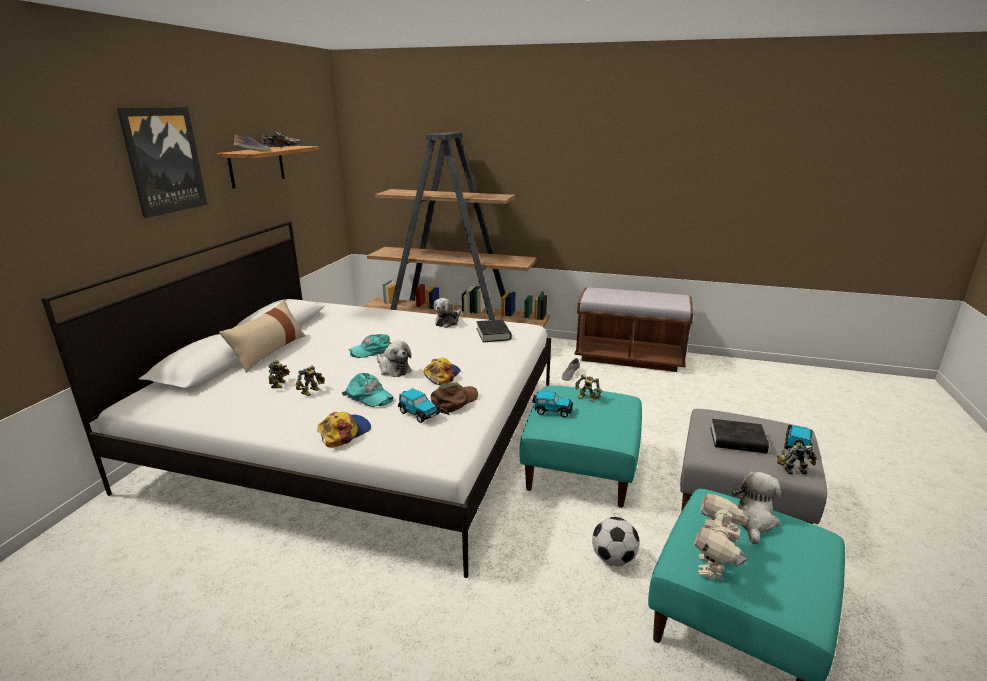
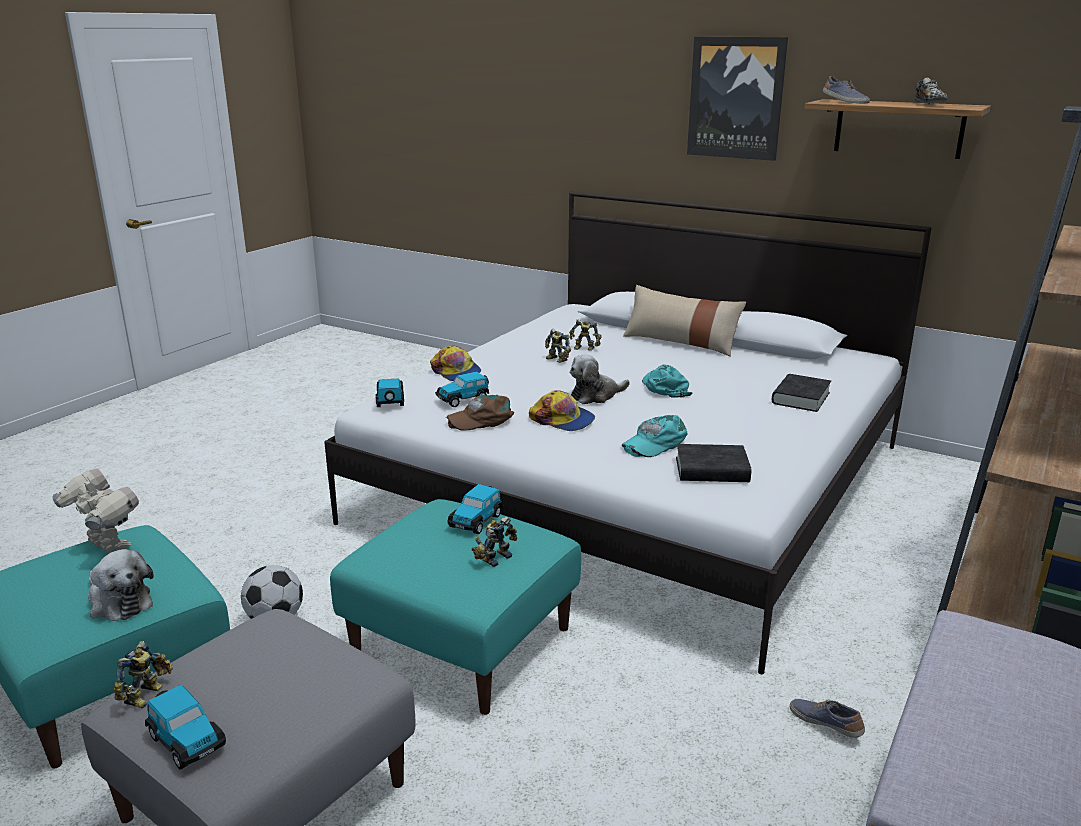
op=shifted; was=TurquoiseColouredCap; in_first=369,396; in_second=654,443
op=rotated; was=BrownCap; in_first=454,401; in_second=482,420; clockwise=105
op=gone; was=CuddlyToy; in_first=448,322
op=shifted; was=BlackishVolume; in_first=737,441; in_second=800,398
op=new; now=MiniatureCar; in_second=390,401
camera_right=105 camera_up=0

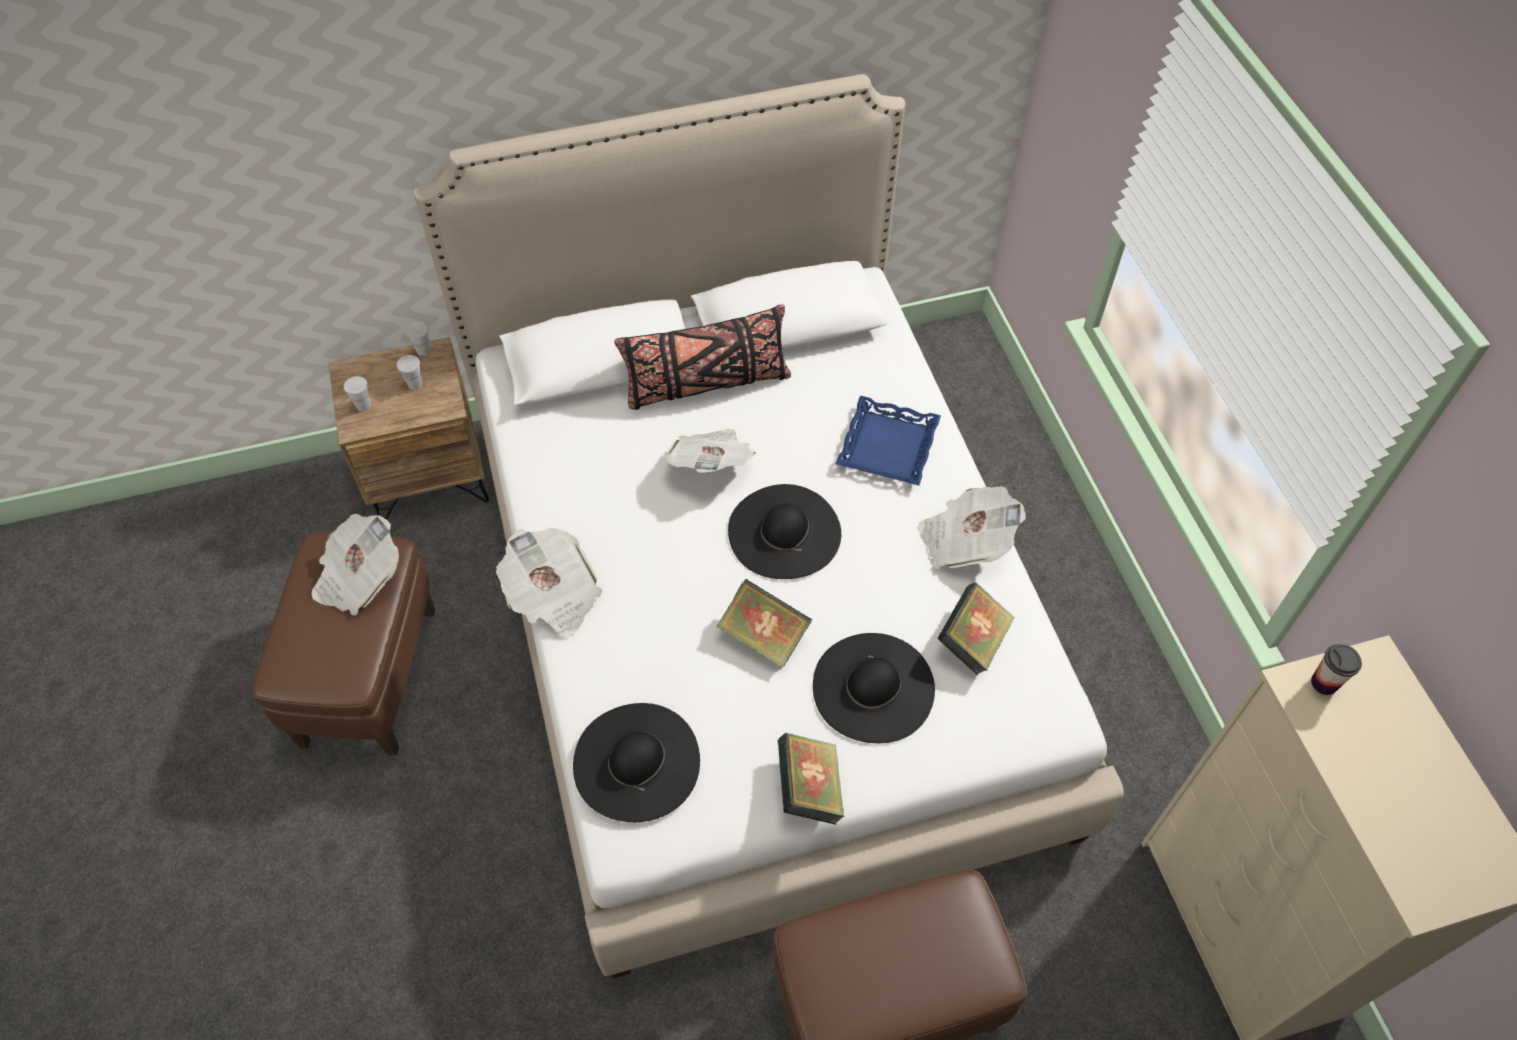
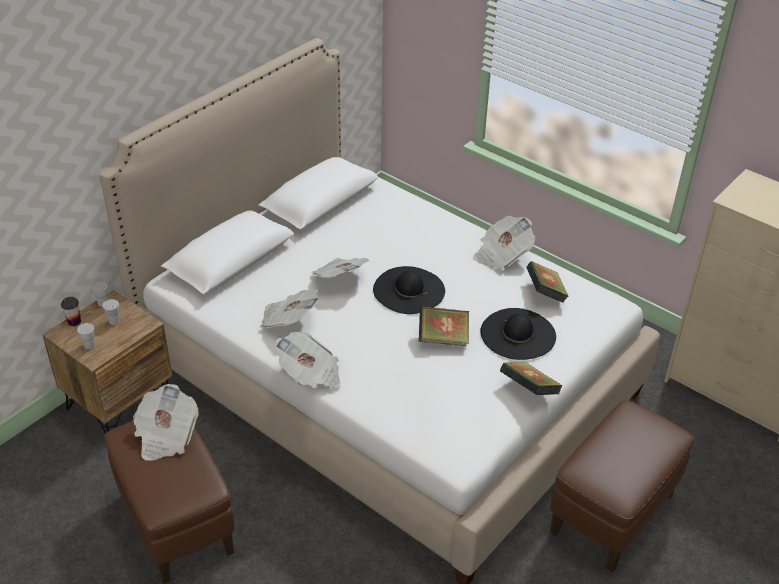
op=gone; was=BlackishClothingHat; in_first=636,761
op=gone; was=BlackishPillow; in_first=706,384
op=gone; was=BlueColouredCarryingTray; in_first=887,446
op=shifted; was=Cup; in_first=1324,683; in_second=74,321
op=new; now=DailyPaper; in_second=289,320
camera_right=-35 camera_up=-15

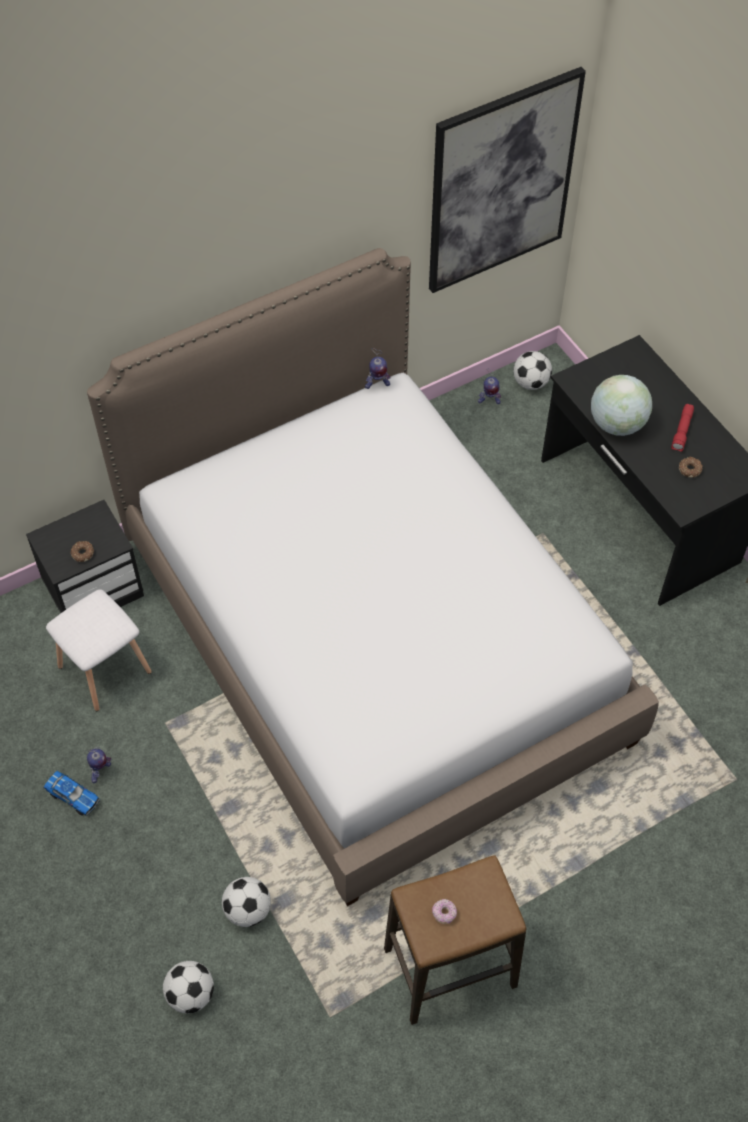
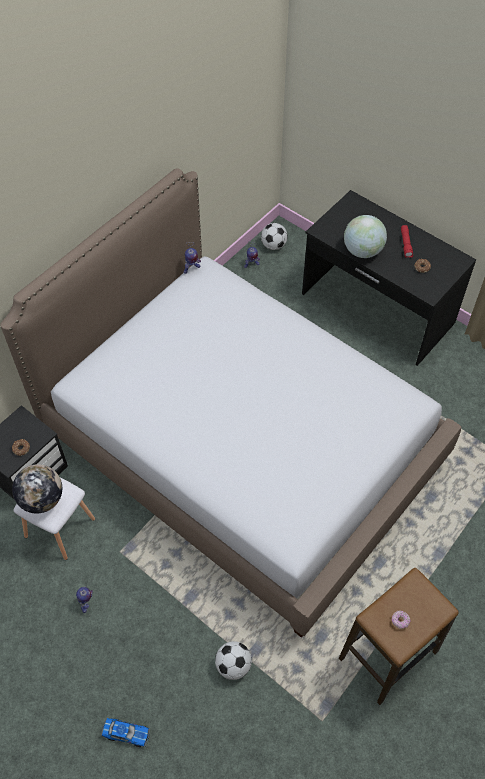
op=shifted; was=MiniatureCar; in_first=72,796; in_second=125,733
op=gone; was=Football; in_first=191,994
op=gone; was=WallArt; in_first=501,182
op=new; now=DeskGlobe; in_second=42,499
camera_right=-20 camera_up=0

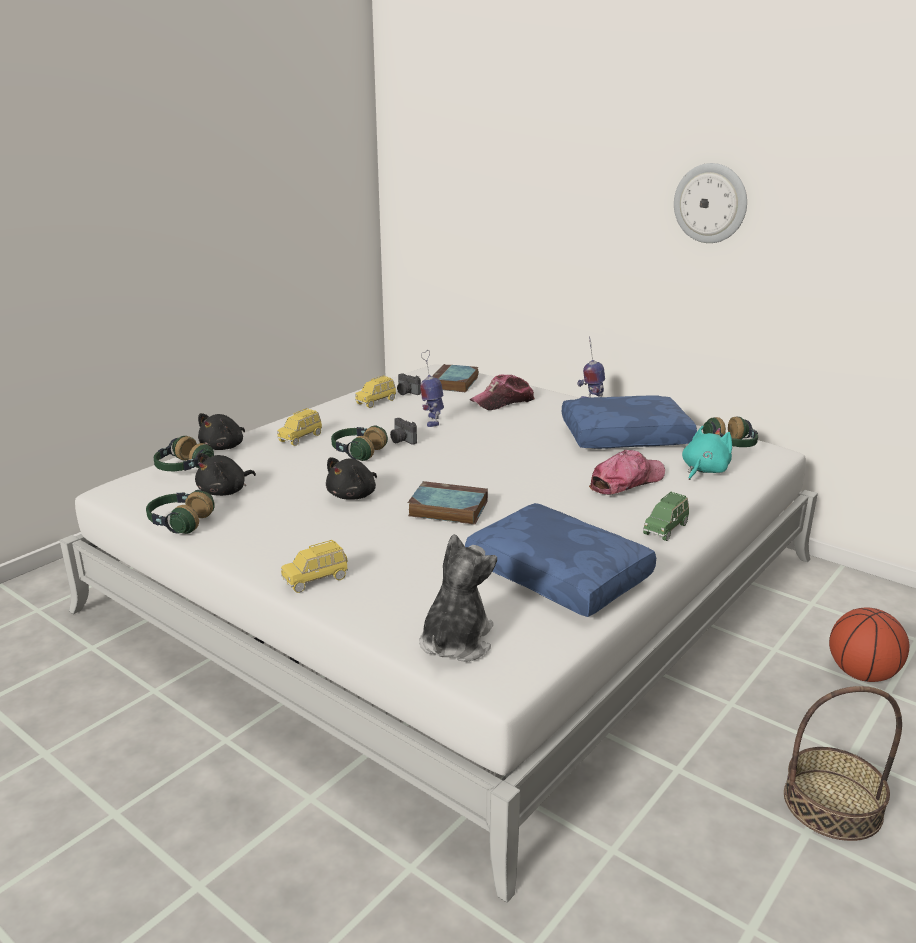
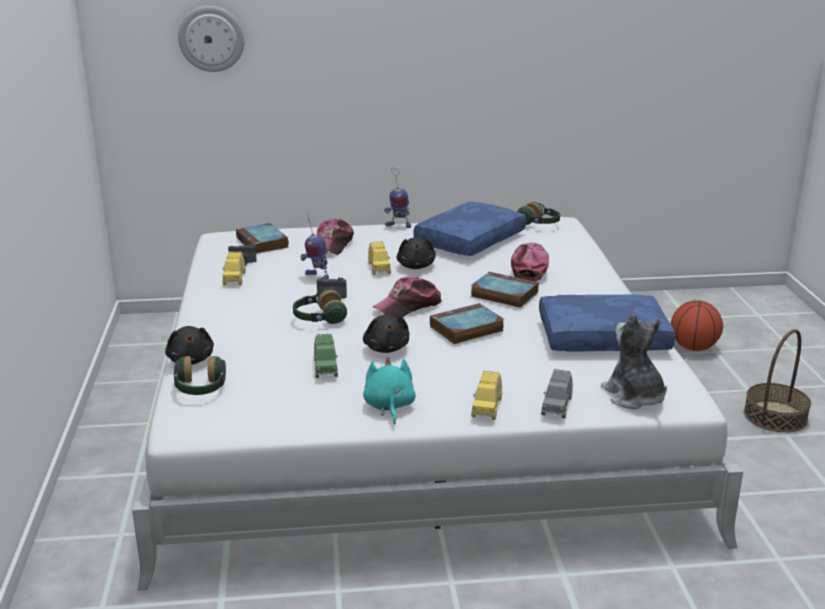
op=gone; was=PairOfHeadphones; in_first=179,523
op=shifted; was=BlackishCuddlyToy; in_first=225,492; in_second=416,266
op=shifted; was=YellowColouredMiniatureCar; in_first=301,438; in_second=379,268
op=shifted; was=GreenColouredMiniatureCar; in_first=665,529; in_second=325,367
op=shifted; was=WallClock; in_first=710,203; in_second=211,38
op=shifted; was=TurquoiseColouredCuddlyToy; in_first=703,470; in_second=389,406
op=new; now=Cap; in_second=408,306
op=new; now=Volume; in_second=502,294
op=new; now=GreyishMiniatureCar; in_second=556,406
camera_right=-45 camera_up=0

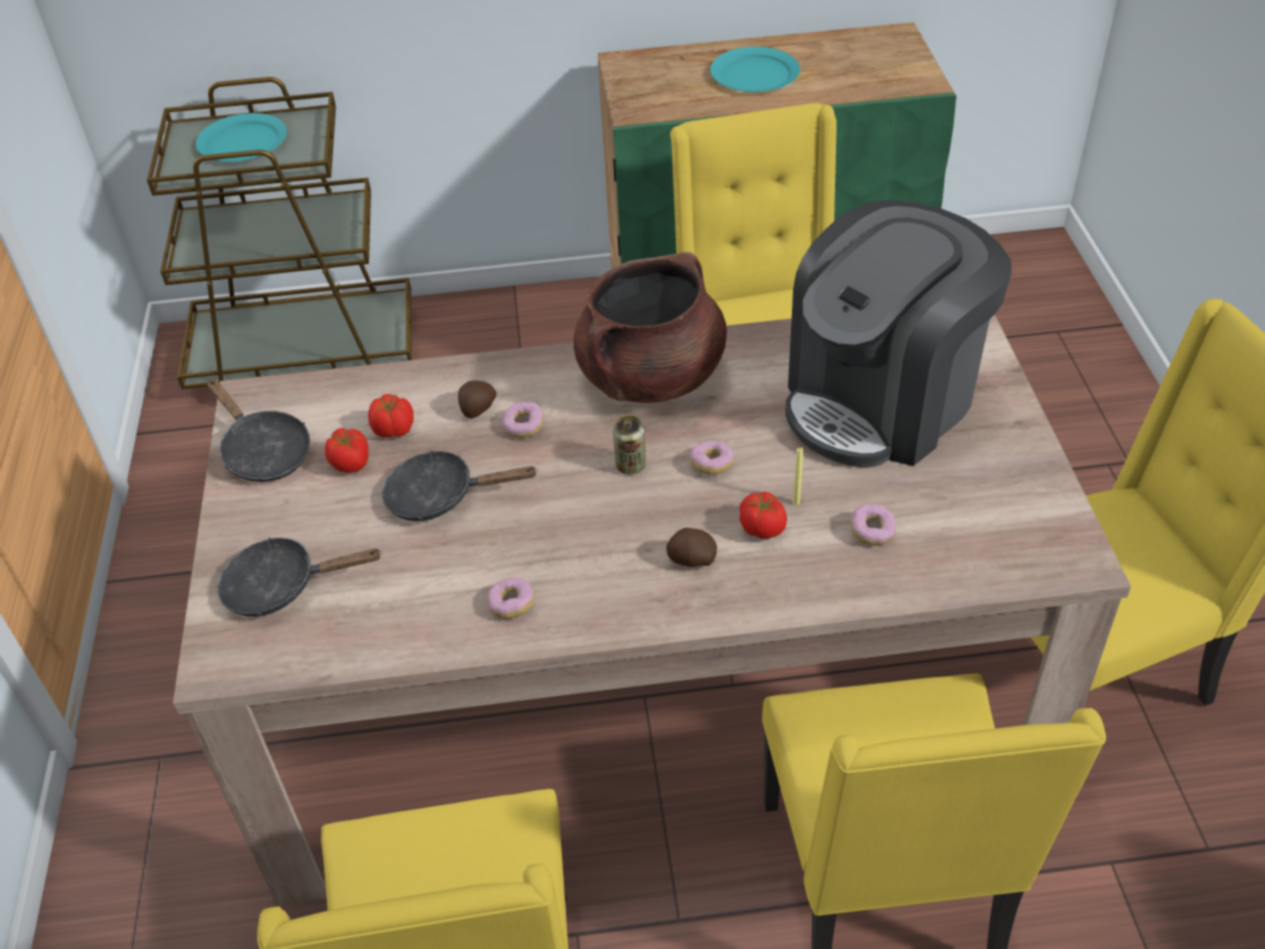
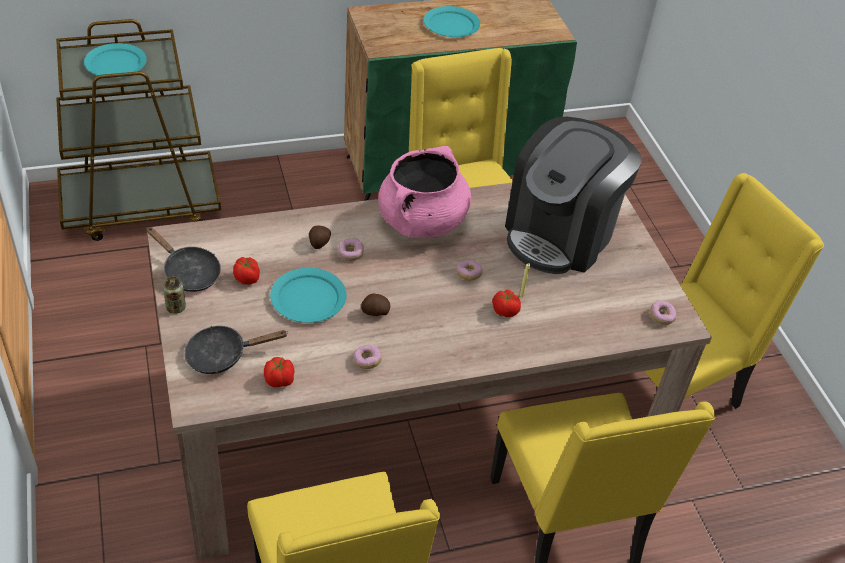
op=shifted; was=WholeTomato; in_first=394,430; in_second=280,380
op=swapped; was=BlackishFryingPan; now=TurquoiseColouredDinnerPlate; in_first=440,496; in_second=308,297
op=repainted; was=BrownCookingPot; now=PinkCookingPot; in_first=651,378; in_second=422,222
op=shifted; was=Can; in_first=630,465; in_second=176,307
op=shifted; was=WholePotato; in_first=691,560; in_second=375,312
op=shifted; was=RingDoughnut; in_first=872,532; in_second=661,317
camera_right=-15 camera_up=0

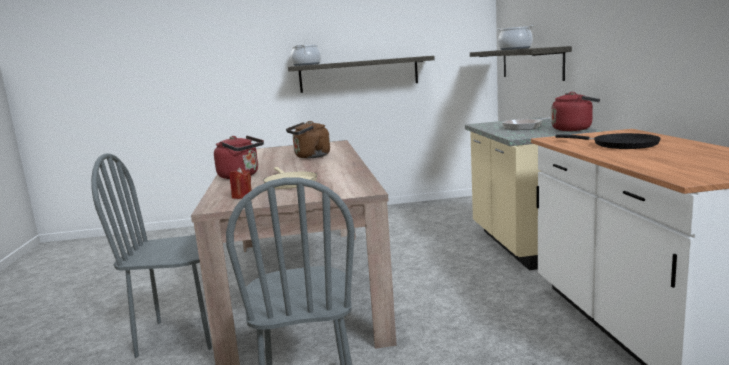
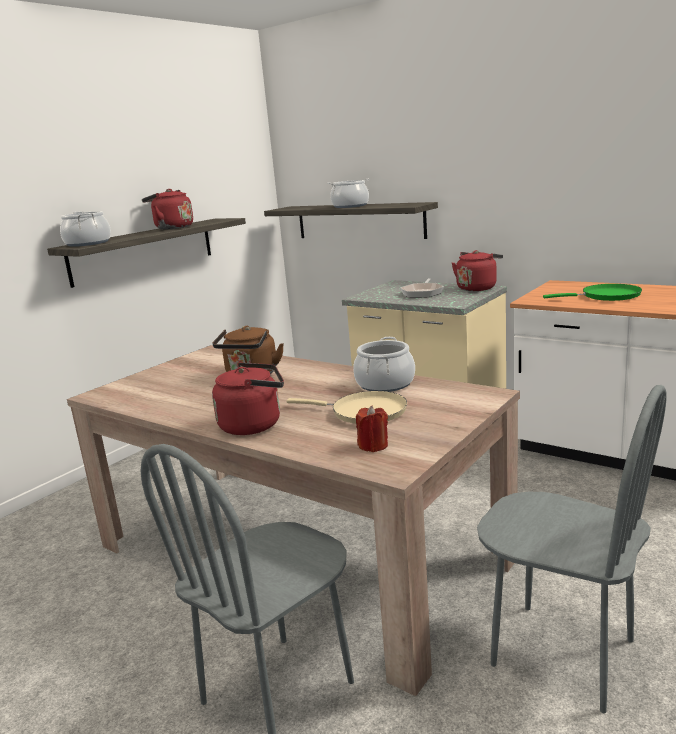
op=repainted; was=BlackishFryingPan; now=GreenColouredFryingPan; in_first=620,145; in_second=606,296
op=new; now=ReddishWaterKettle; in_second=172,228
op=new; now=CookingPot; in_second=384,384
camera_right=-45 camera_up=5

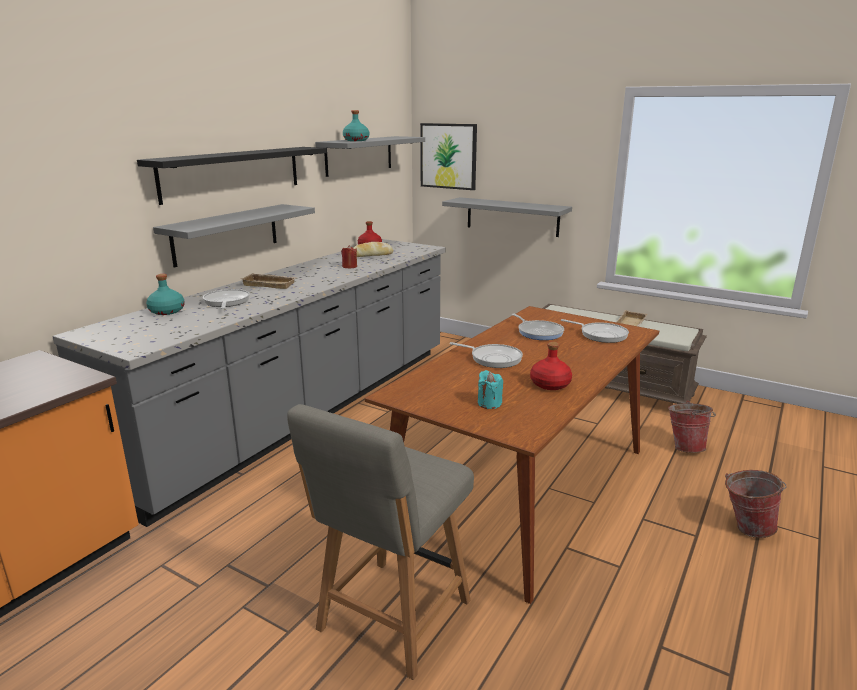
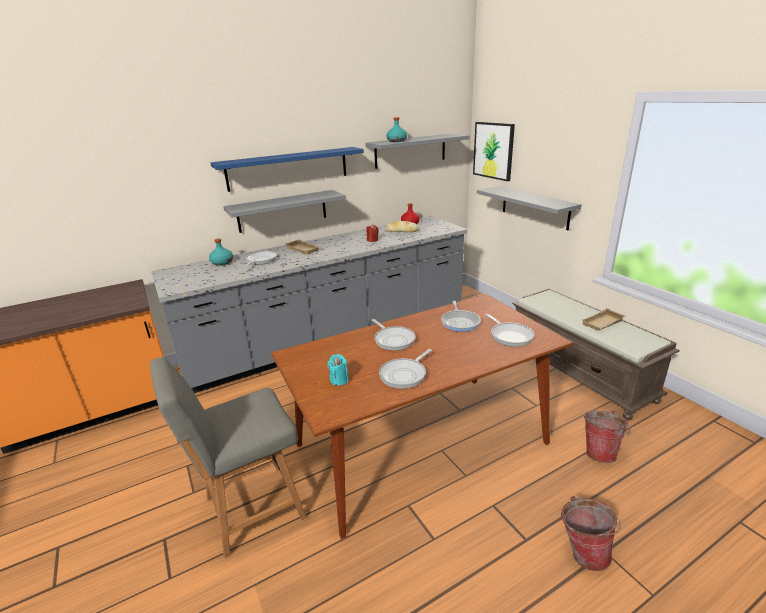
op=repainted; was=BlackishWallShelf; now=BlueColouredWallShelf; in_first=233,173; in_second=288,168
op=swapped; was=ReddishBeverageBottle; now=FryingPan; in_first=550,384; in_second=405,374
camera_right=30 camera_up=5

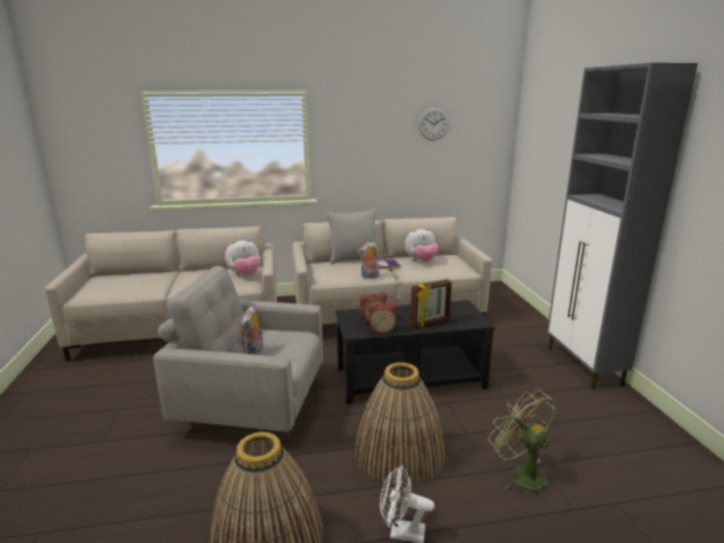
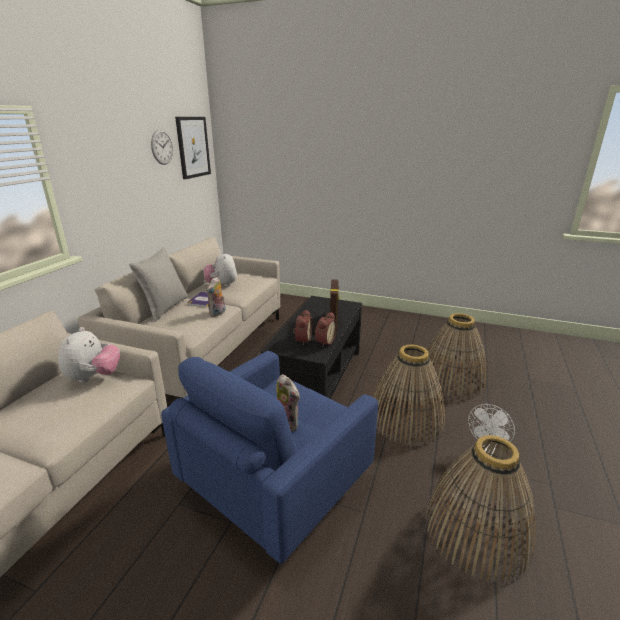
op=repainted; was=GreyishArmchair; now=BlueColouredArmchair; in_first=252,405; in_second=274,486
op=rotated; was=CuddlyToy; in_first=421,261; in_second=222,285; clockwise=150
op=swapped; was=GreenColouredElectricFan; now=StorageBasket; in_first=521,474; in_second=451,379
op=gone; was=GreyishCupboard; in_first=584,367
op=new; now=WallArt; in_second=193,147
camera_right=-60 camera_up=5

